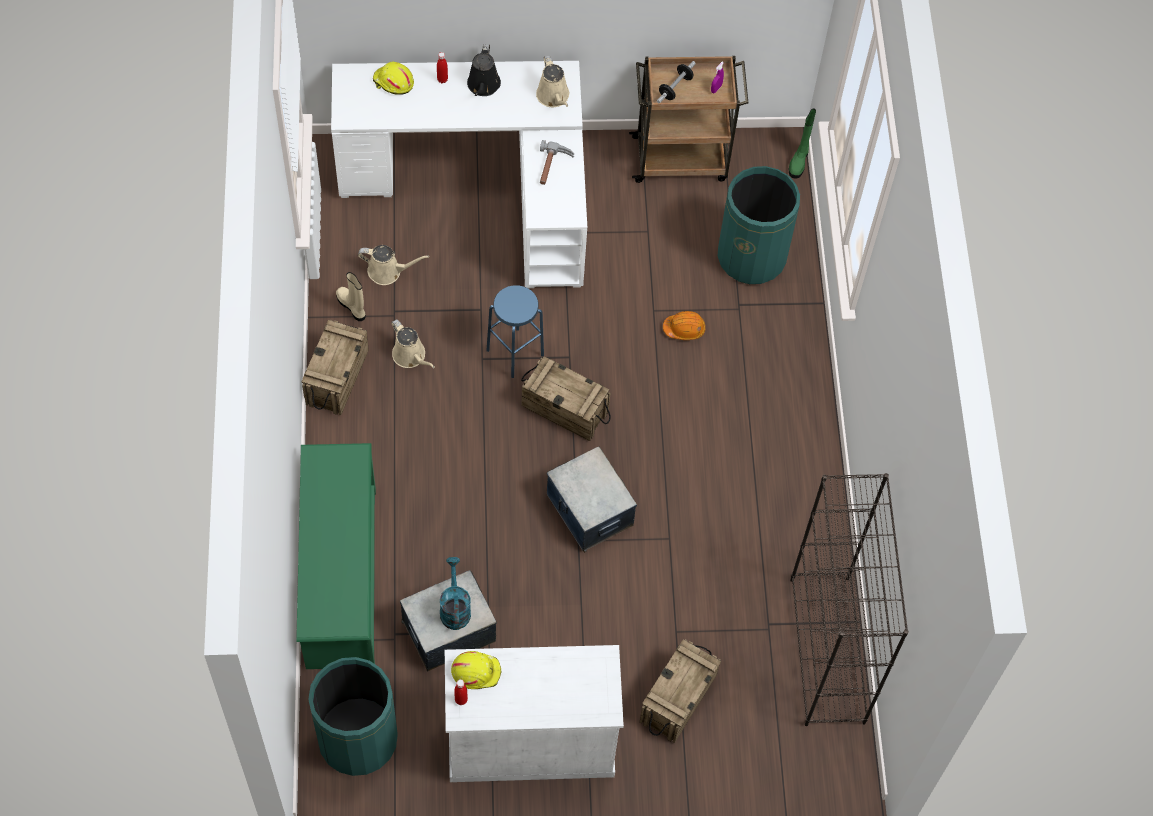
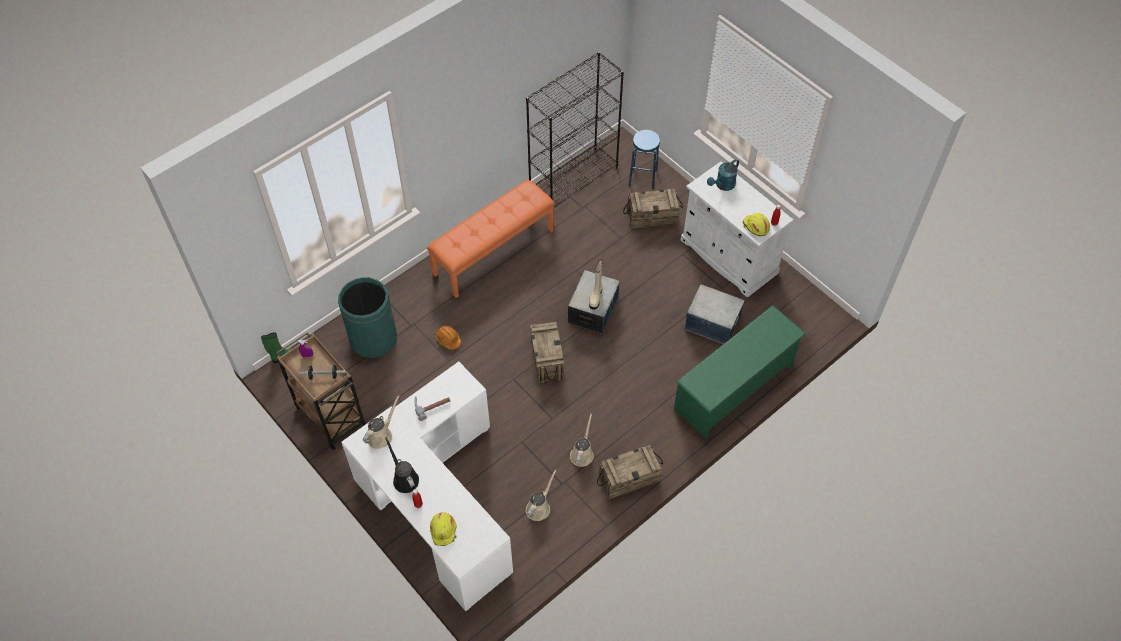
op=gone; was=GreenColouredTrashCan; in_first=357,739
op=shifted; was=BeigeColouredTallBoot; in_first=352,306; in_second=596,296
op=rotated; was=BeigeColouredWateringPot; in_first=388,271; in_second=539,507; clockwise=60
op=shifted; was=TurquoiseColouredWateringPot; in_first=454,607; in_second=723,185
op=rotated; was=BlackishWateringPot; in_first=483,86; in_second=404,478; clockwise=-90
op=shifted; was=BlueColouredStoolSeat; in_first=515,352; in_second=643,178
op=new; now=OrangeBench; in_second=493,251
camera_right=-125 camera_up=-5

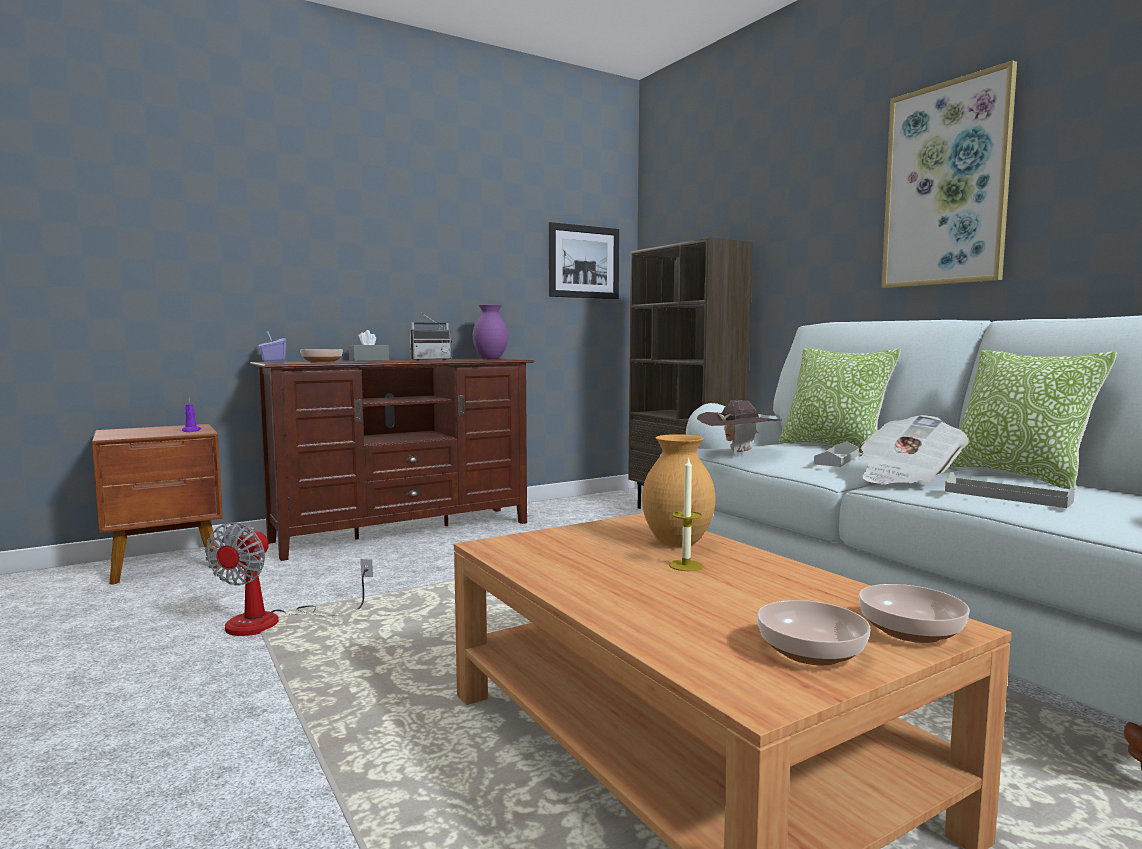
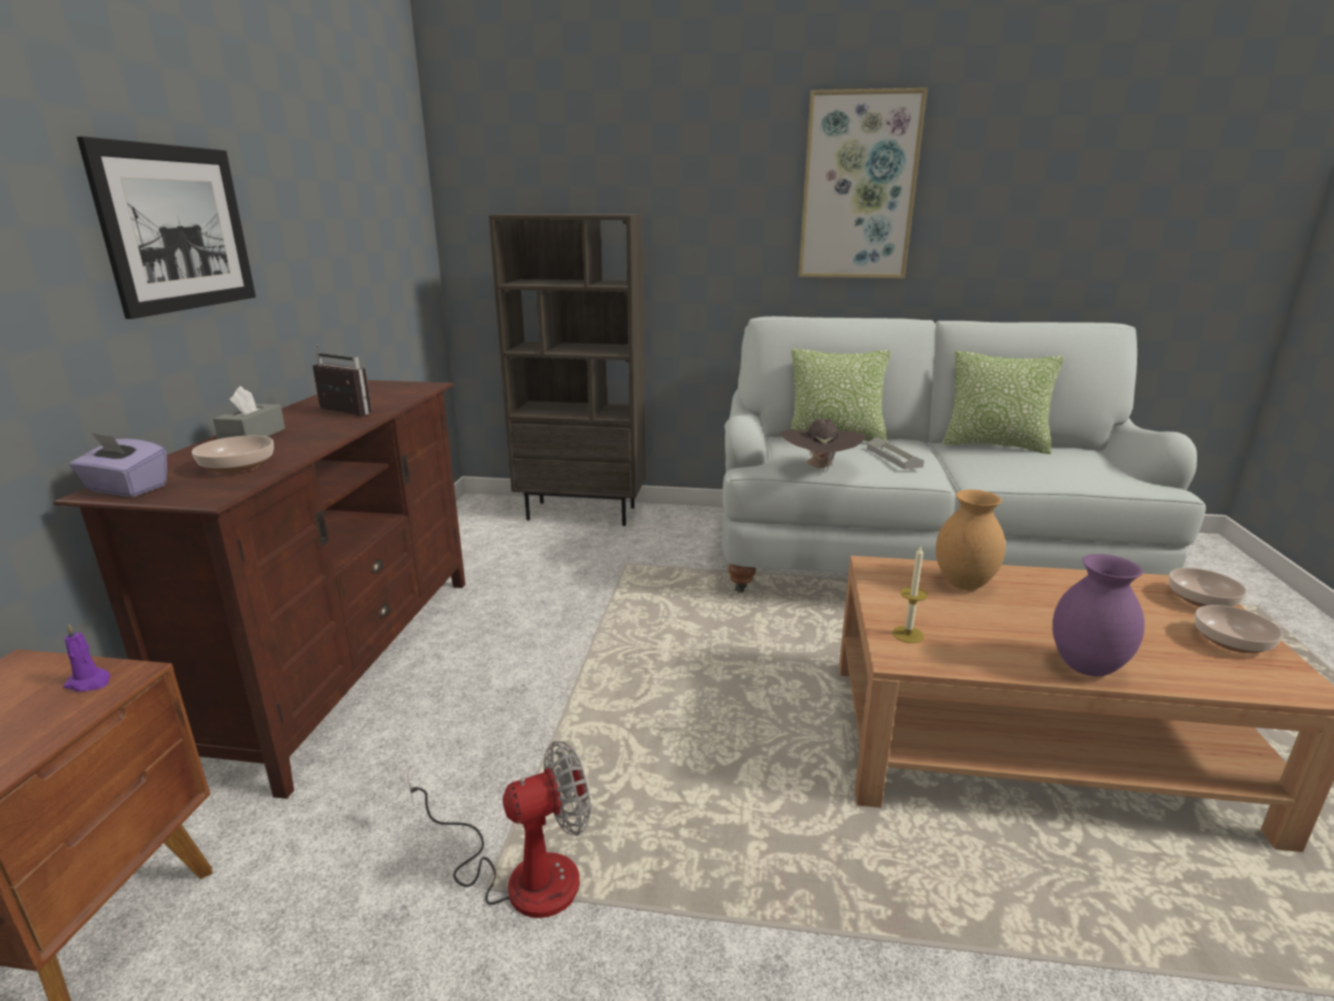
op=rotated; was=ElectricFan; in_first=273,622; in_second=521,875; clockwise=-75
op=rotated; was=RadioSet; in_first=430,360; in_second=339,413; clockwise=-75
op=shifted; was=PurplishDecorativeVase; in_first=491,358; in_second=1087,667
op=shifted; was=WallArt; in_first=584,262; in_second=176,228
op=shifted; was=WaxLight; in_first=686,565; in_second=908,634
op=gone; was=DailyPaper; in_first=905,477
op=gone; was=GreyishCarryingTray; in_first=1007,496
camera_right=-50 camera_up=15

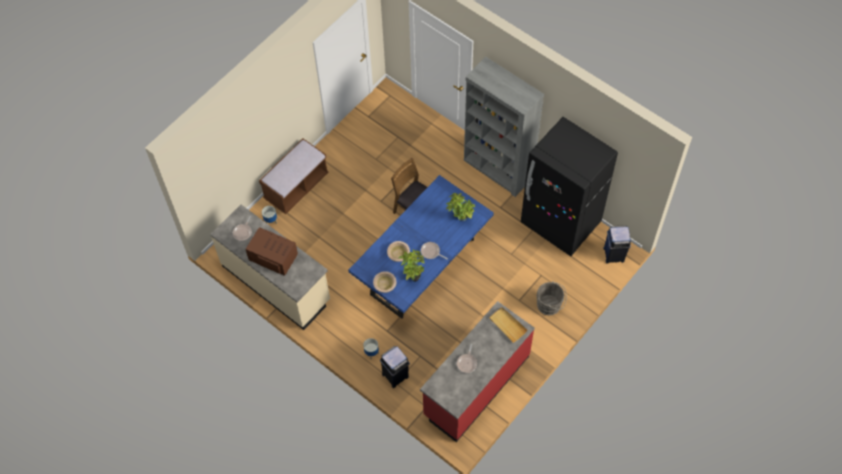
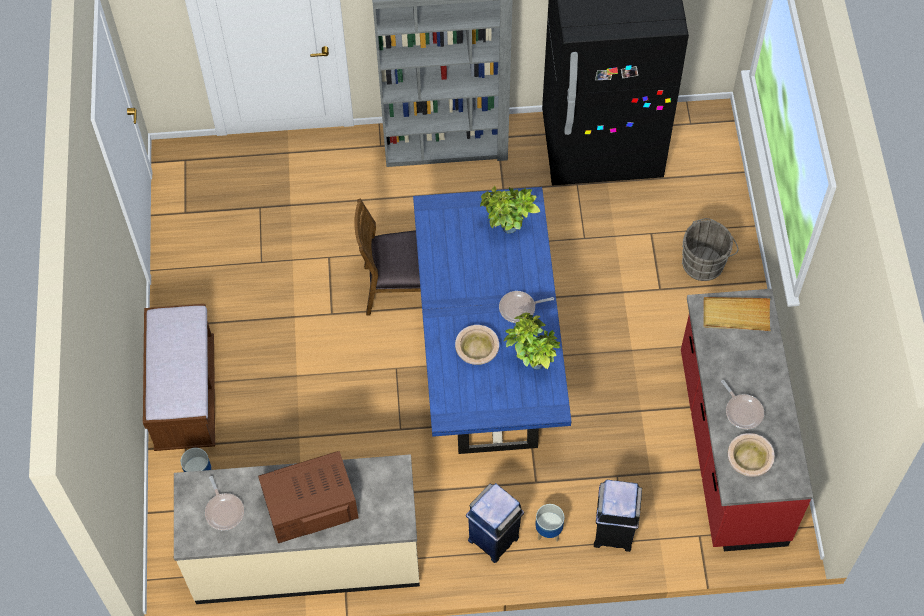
op=shifted; was=BeigeColouredBowl; in_first=385,284; in_second=749,458
op=shifted; was=BlueColouredTrashCan; in_first=614,254; in_second=494,538
camera_right=-45 camera_up=0

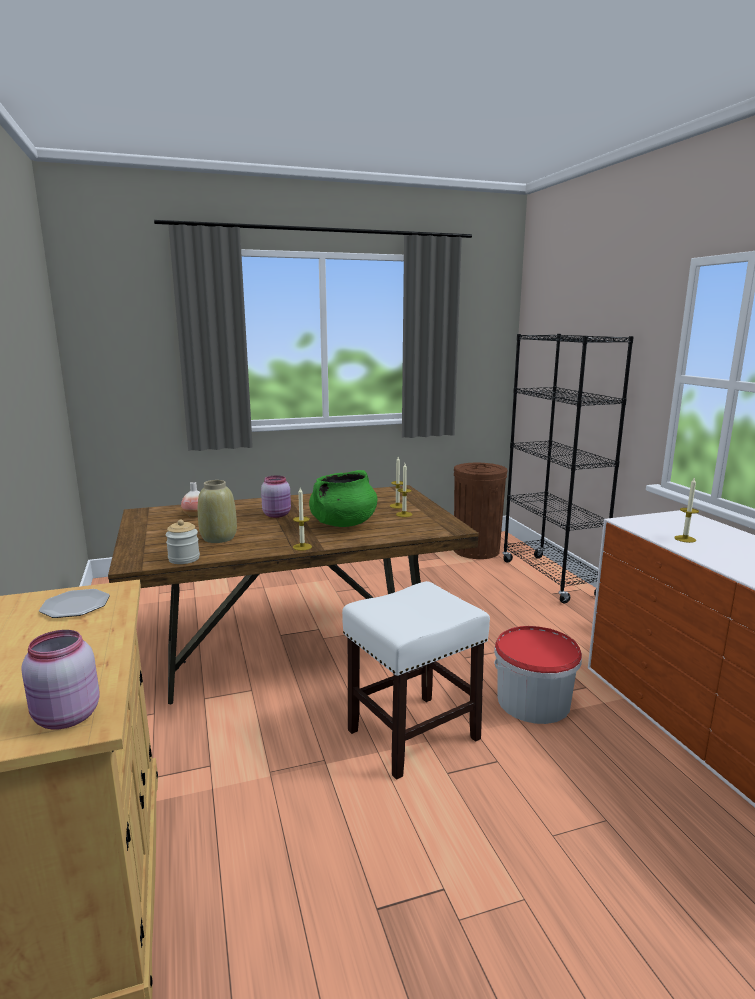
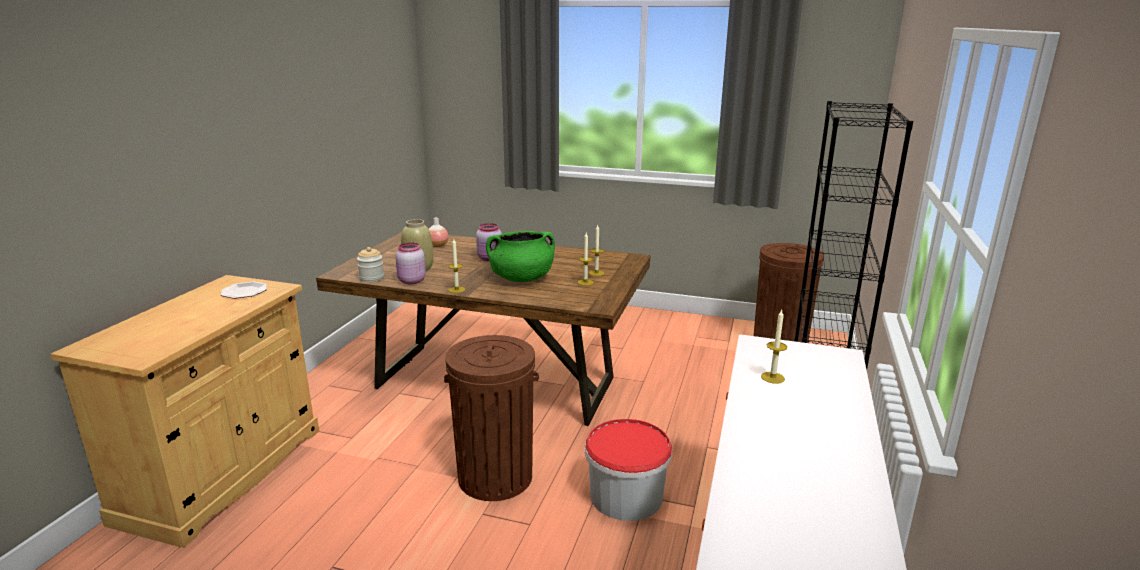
op=shifted; was=PinkPreserveJar; in_first=65,718; in_second=411,281
op=swapped; was=WhiteStoolSeat; now=BrownTrashCan; in_first=412,735; in_second=495,477
camera_right=35 camera_up=5

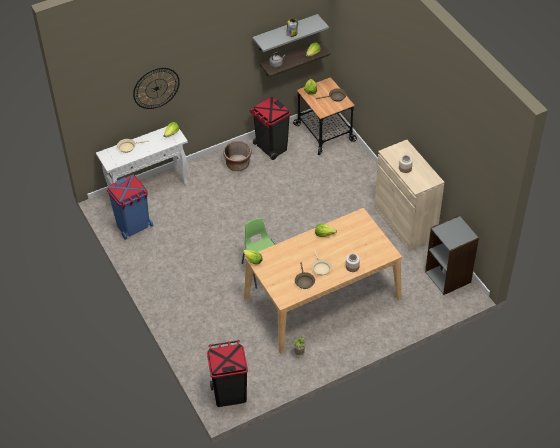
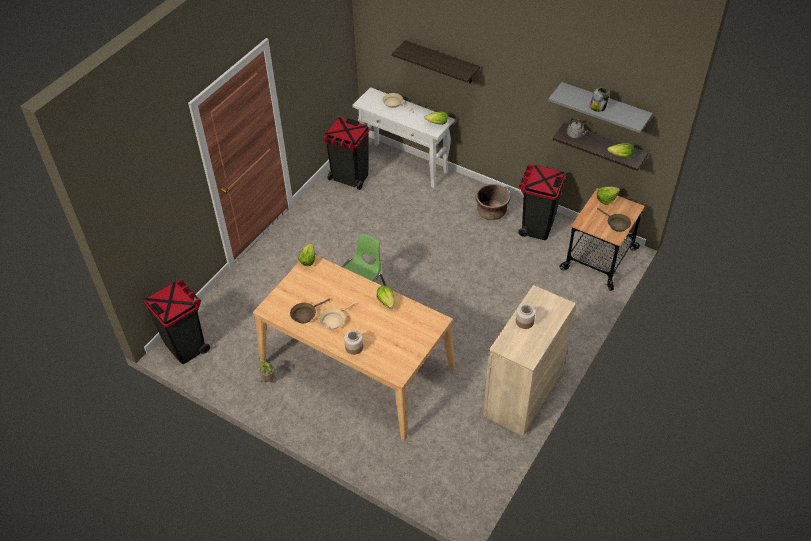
op=repainted; was=BlueColouredTrashCan; now=BlackishTrashCan; in_first=133,226; in_second=350,178
op=swapped; was=WallClock; now=WallShelf; in_first=156,88; in_second=441,62
op=gone; was=GreyishBookcase; in_first=448,277
camera_right=60 camera_up=0

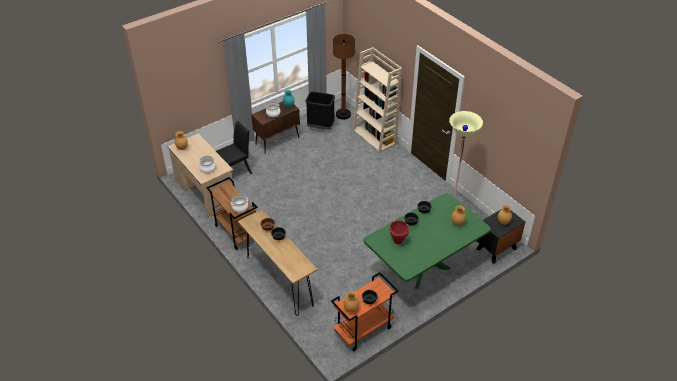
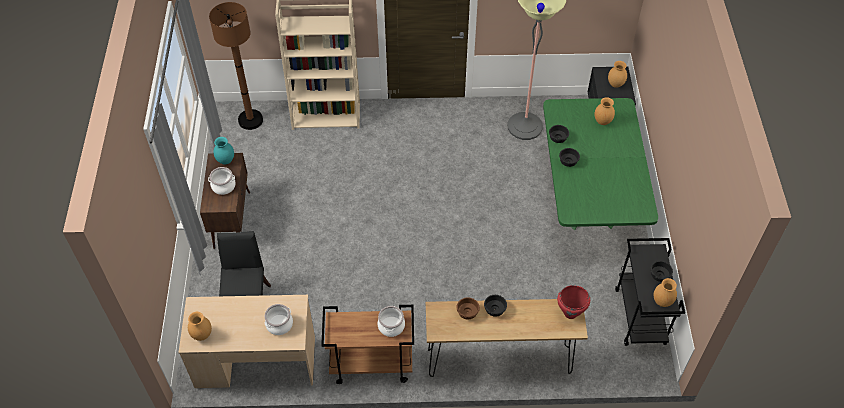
op=gone; was=BlackishTrashCan; in_first=321,127
op=repainted; was=OrangeCart; now=BlackishCart; in_first=363,331; in_second=640,317
op=shifted; was=ReddishCookingPot; in_first=398,241; in_second=570,314
camera_right=-55 camera_up=10

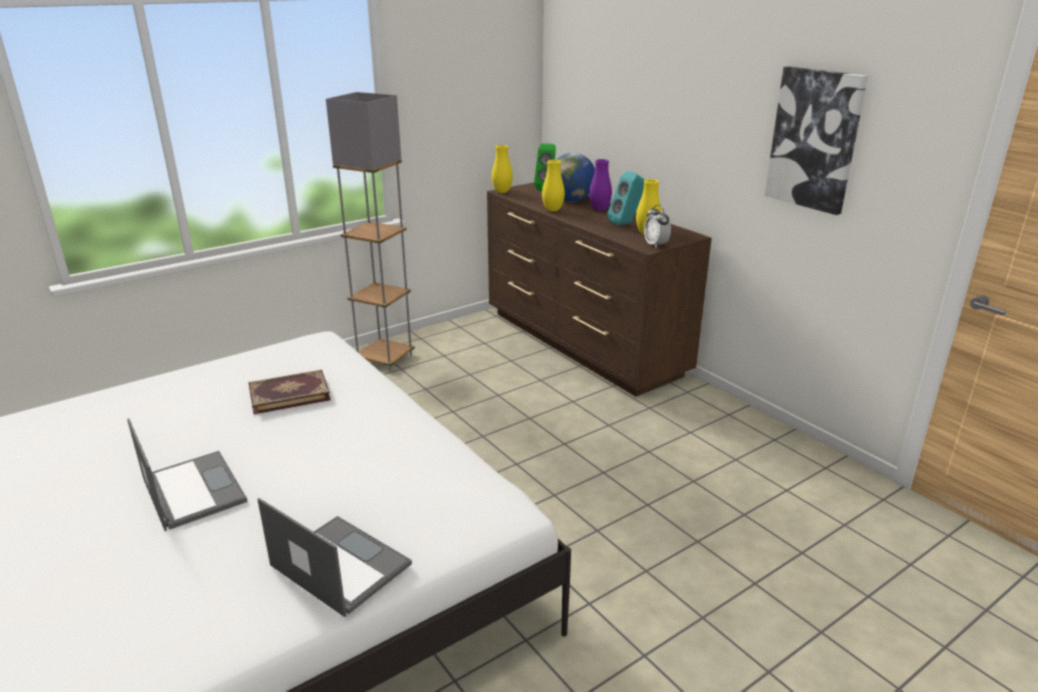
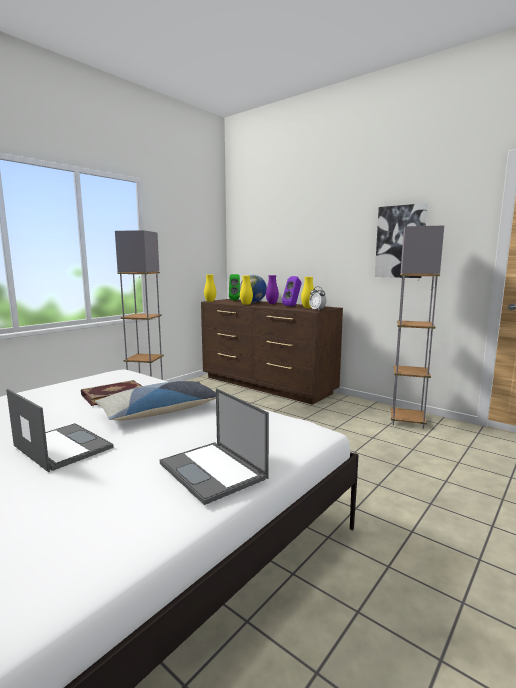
op=rotated; was=PortableComputer; in_first=339,564; in_second=213,471; clockwise=-150
op=repainted; was=TurquoiseColouredAudioSpeaker; now=PurplishAudioSpeaker; in_first=626,224; in_second=292,306
op=new; now=Pillow; in_second=160,411
op=new; now=GreyishStandardLamp; in_second=407,421
camera_right=-15 camera_up=-15

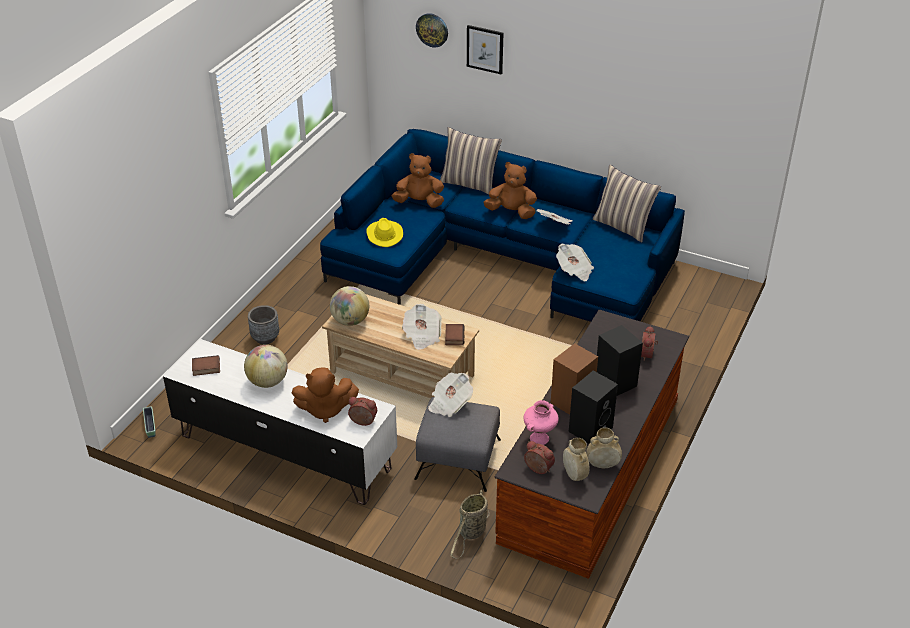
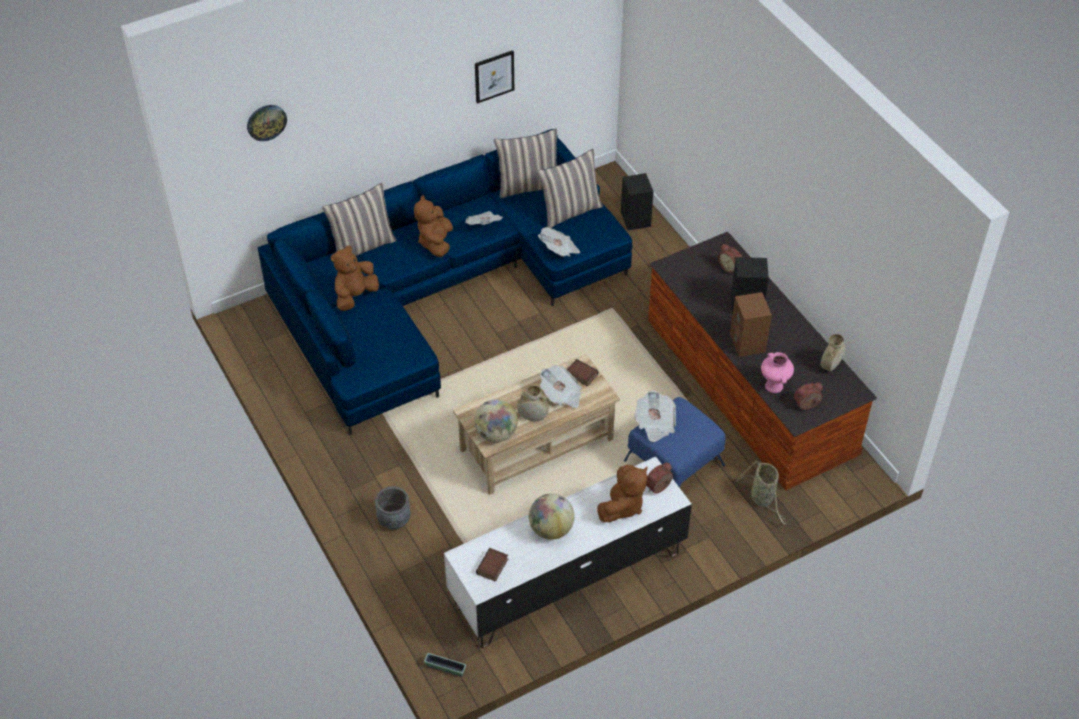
op=gone; was=YellowColouredClothingHat; in_first=384,235
op=repainted; was=GreyishOttoman; now=BlueColouredOttoman; in_first=457,459; in_second=673,463
op=shifted; was=WallArt; in_first=485,49; in_second=494,76
op=rotated; was=BrownCuddlyToy; in_first=511,212; in_second=435,242; clockwise=-45
op=shifted; was=BeigeColouredDecorativeVase; in_first=574,475; in_second=532,417
op=shifted; was=BlackishAudioSpeaker; in_first=590,428; in_second=634,218
op=new; now=Pillow; in_second=570,210
camera_right=-55 camera_up=10

